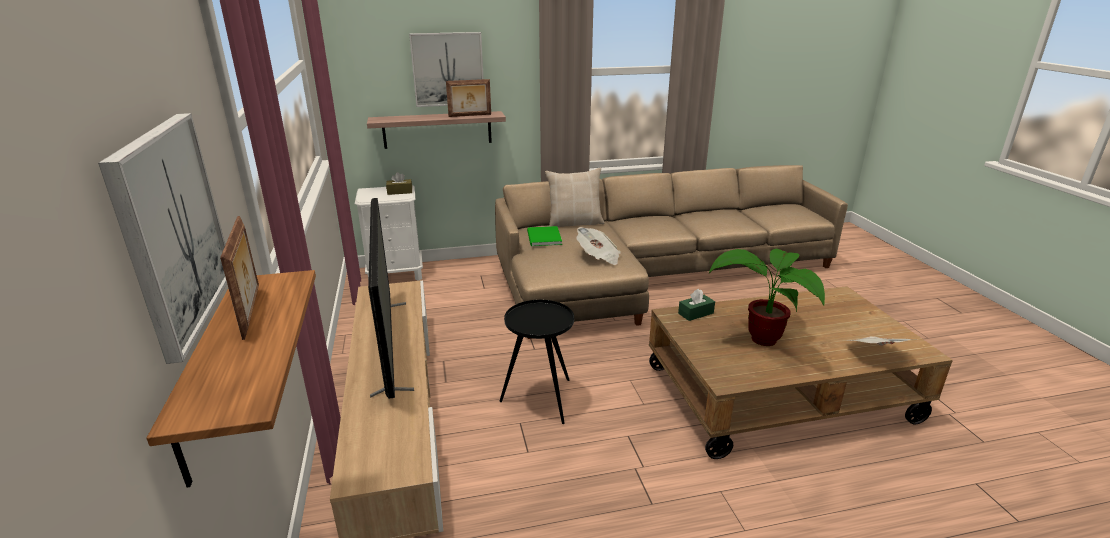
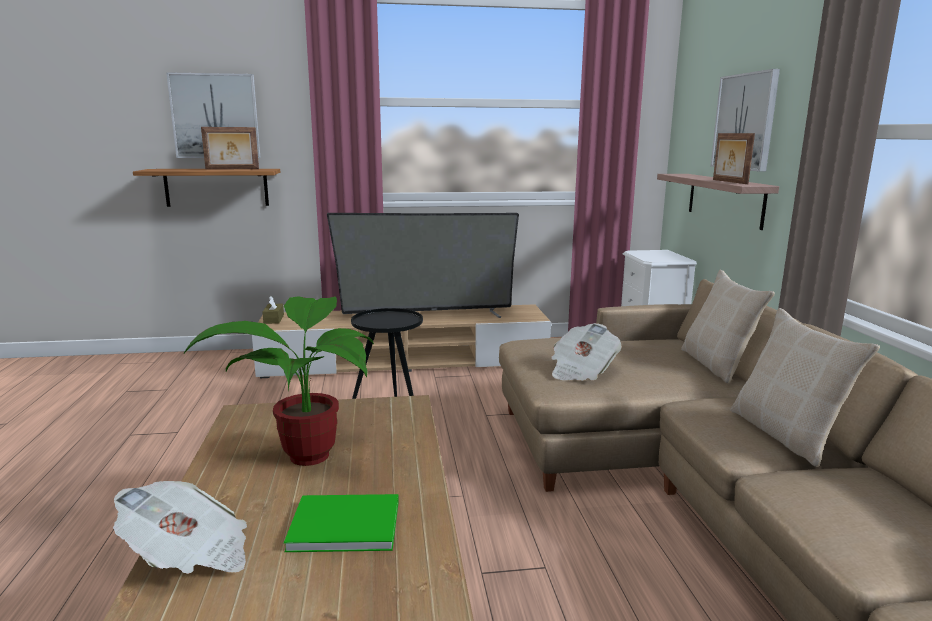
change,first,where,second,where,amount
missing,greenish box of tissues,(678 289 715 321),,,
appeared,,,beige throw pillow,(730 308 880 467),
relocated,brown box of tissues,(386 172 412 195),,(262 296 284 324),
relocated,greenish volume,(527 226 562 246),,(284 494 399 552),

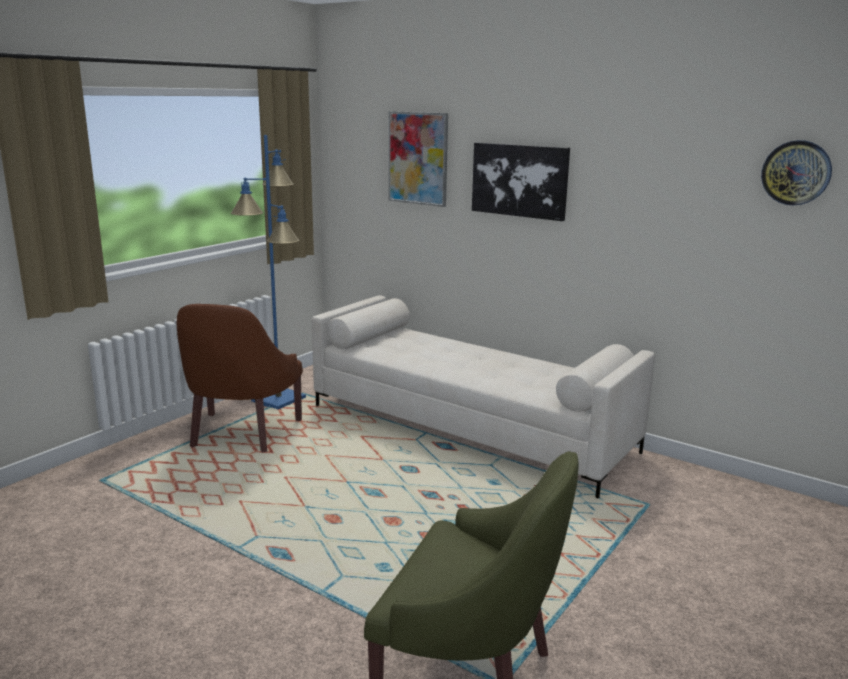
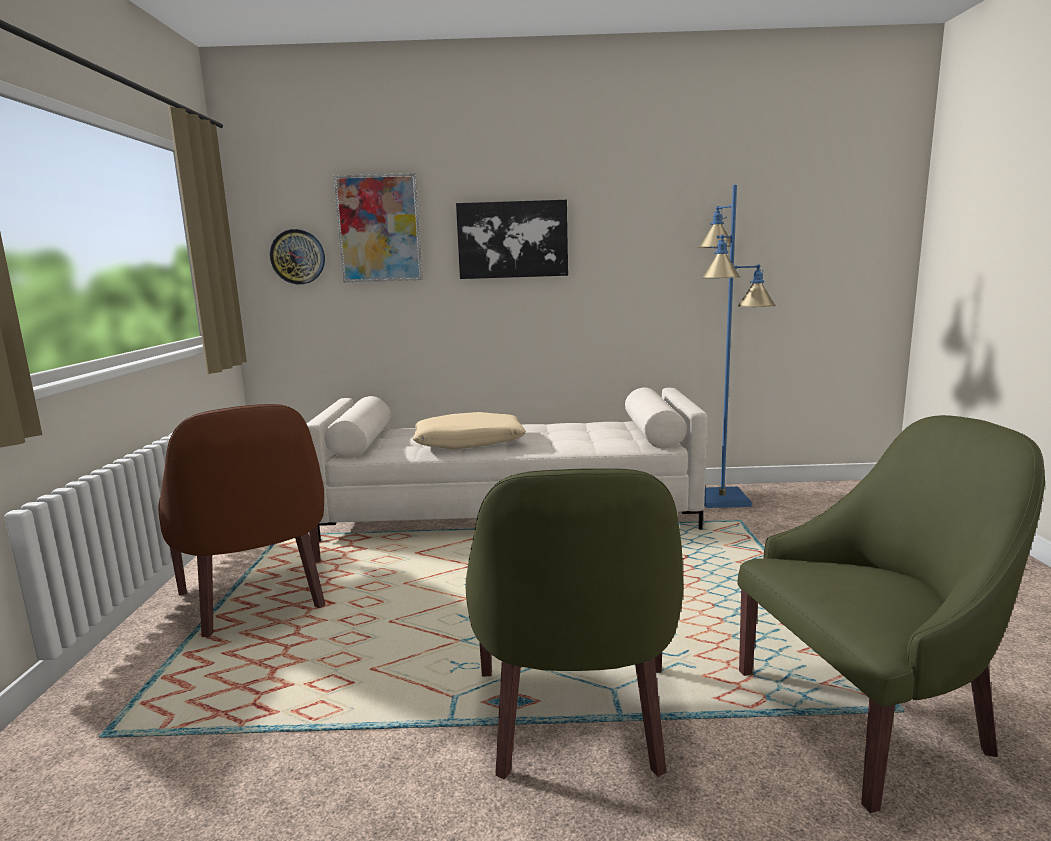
change,first,where,second,where,amount
appeared,,,beige throw pillow,(413 412 526 449),
appeared,,,greenish armchair,(465 468 684 779),
relocated,bluish standard lamp,(231 135 306 409),,(698 185 776 508),
relocated,hanging clock,(761 140 832 205),,(270 229 325 284),

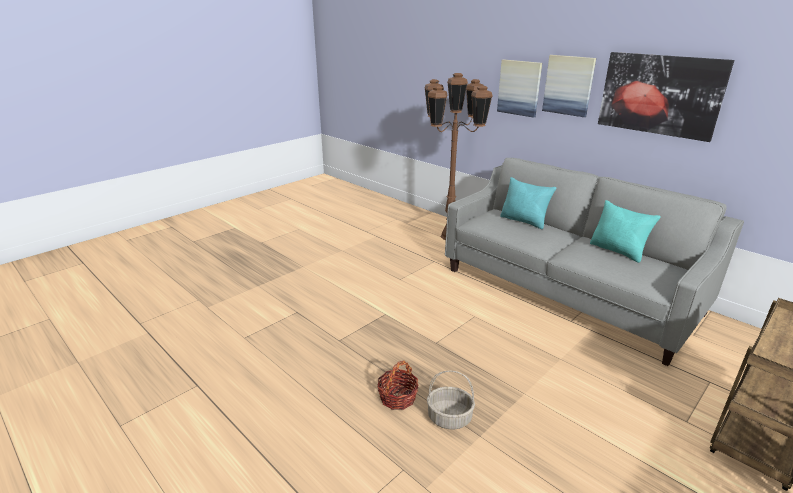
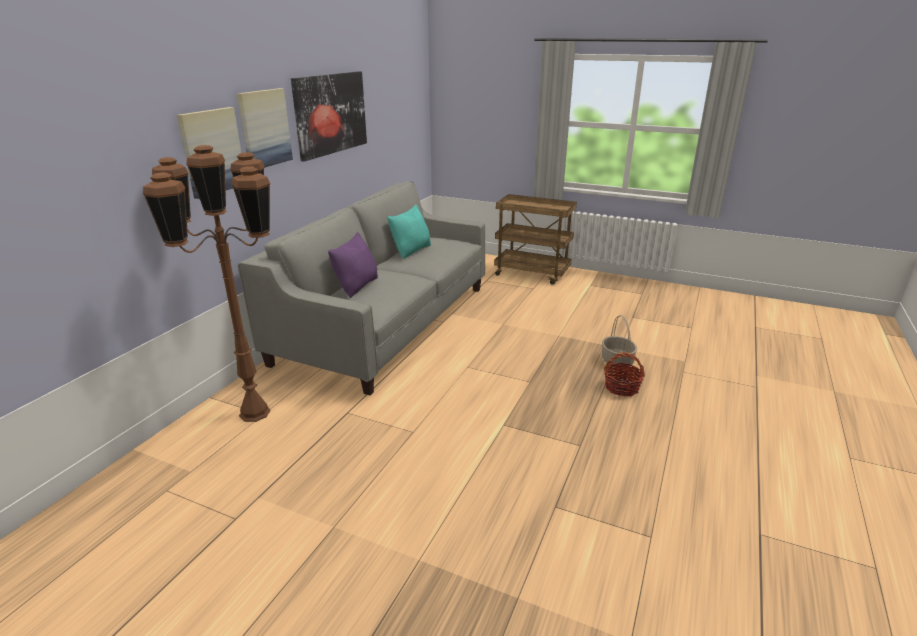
change,first,where,second,where,amount
colour,turquoise throw pillow,(500 177 556 229),purplish throw pillow,(328 232 378 298),

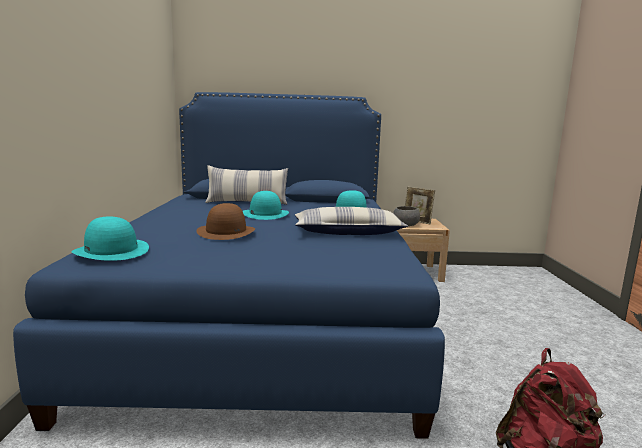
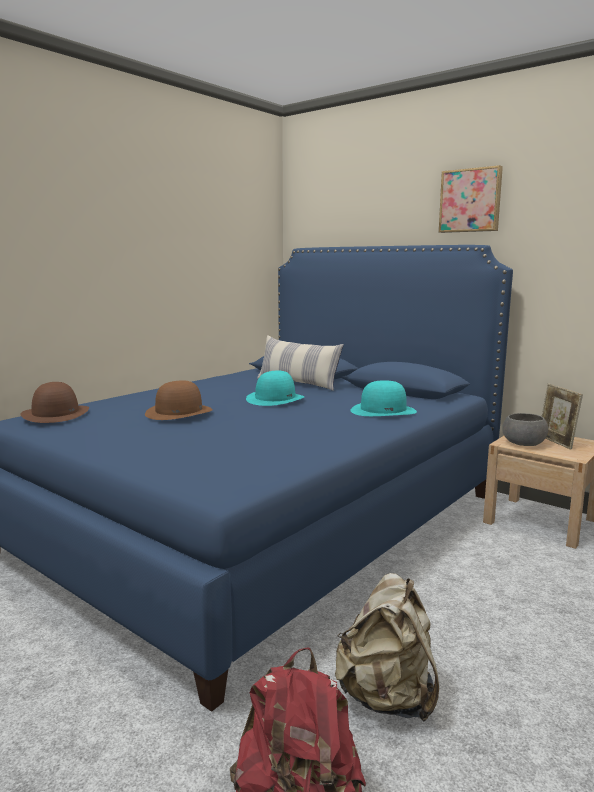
change,first,where,second,where,amount
missing,throw pillow,(295 207 409 235),,,
appeared,,,beige rucksack,(335 573 439 722),
appeared,,,wall picture,(439 165 503 233),
colour,turquoise hat,(72 217 149 261),brown hat,(21 382 89 423),

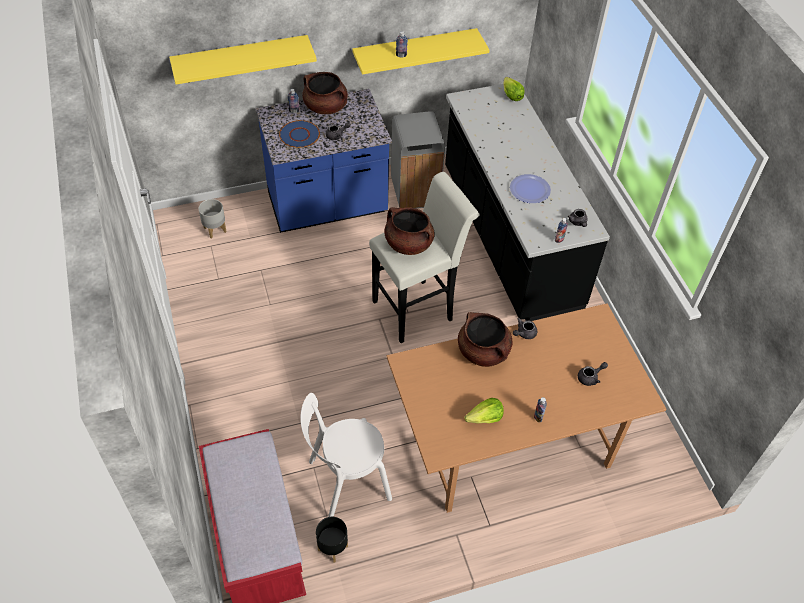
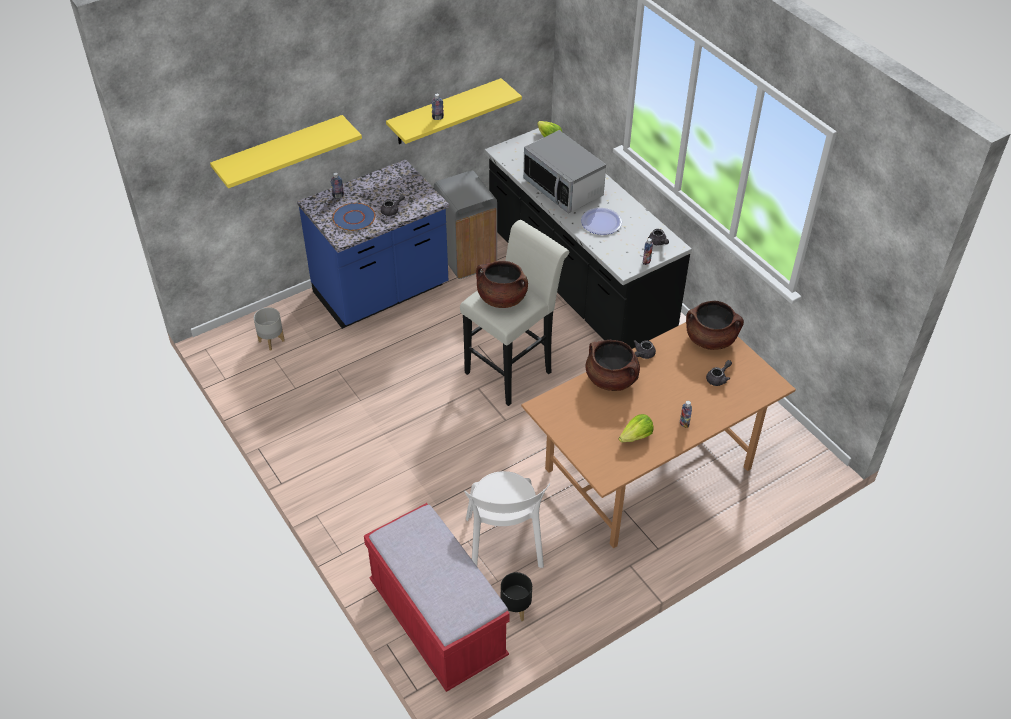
change,first,where,second,where,amount
appeared,,,microwave,(523 130 606 213),
relocated,brown saucepot,(302 72 348 114),,(686 301 744 350),
spun,white upright chair,(300 393 392 517),,(464 471 550 568),60 degrees counterclockwise

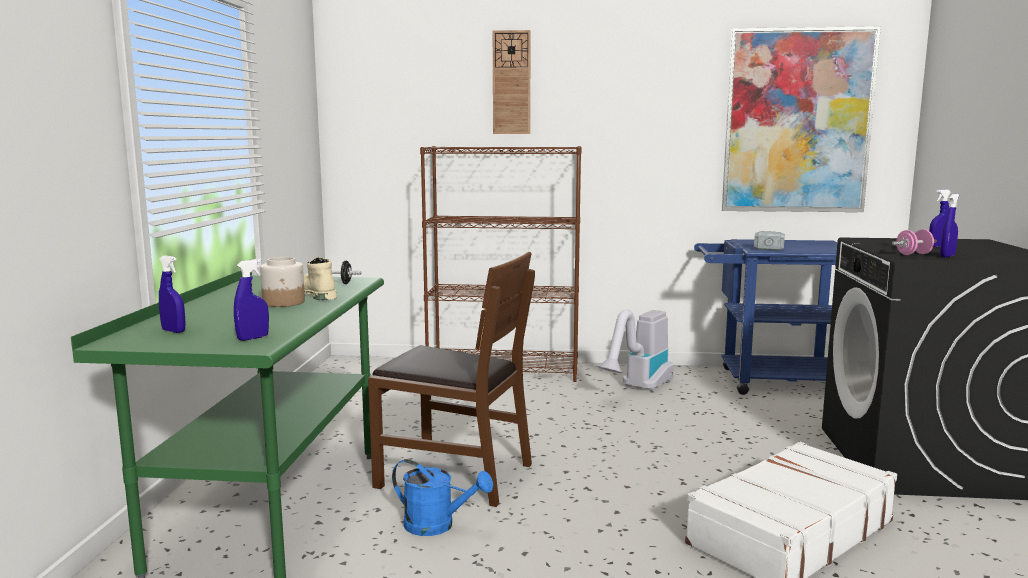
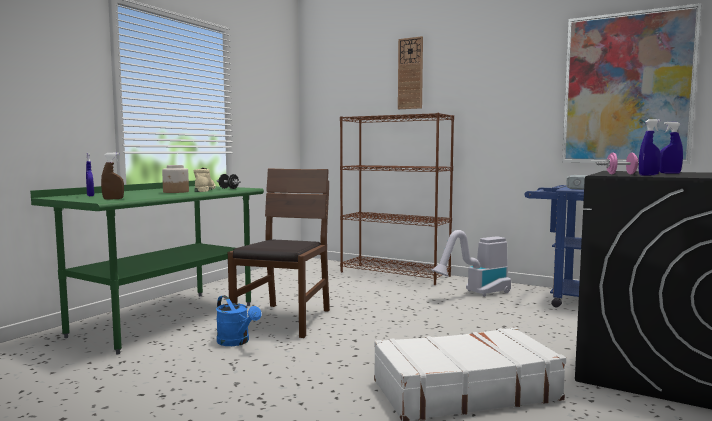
change,first,where,second,where,amount
colour,bluish spray bottle,(234 259 269 341),brown spray bottle,(101 153 124 200),
spun,brown upright chair,(368 252 535 507),,(228 168 330 338),120 degrees counterclockwise

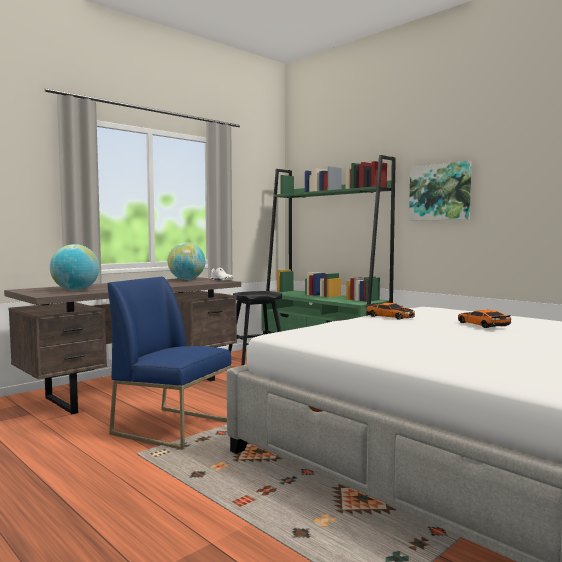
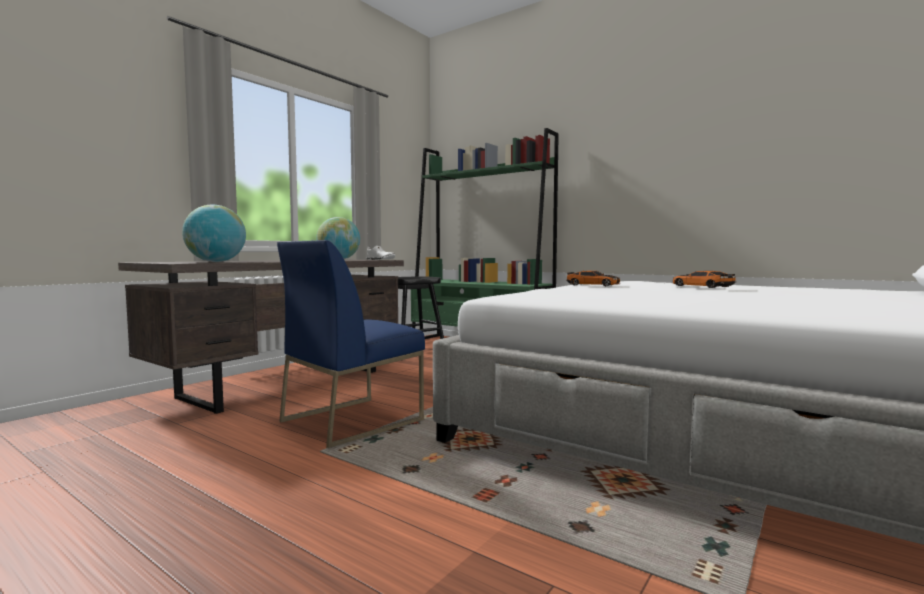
change,first,where,second,where,amount
missing,wall picture,(409 161 472 221),,,
spun,bluish upright chair,(107 277 231 450),,(277 240 425 448),60 degrees counterclockwise

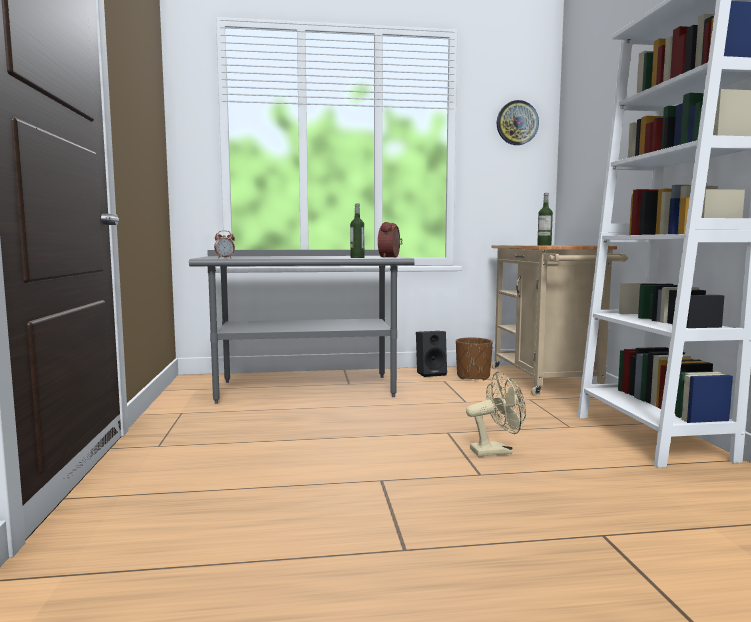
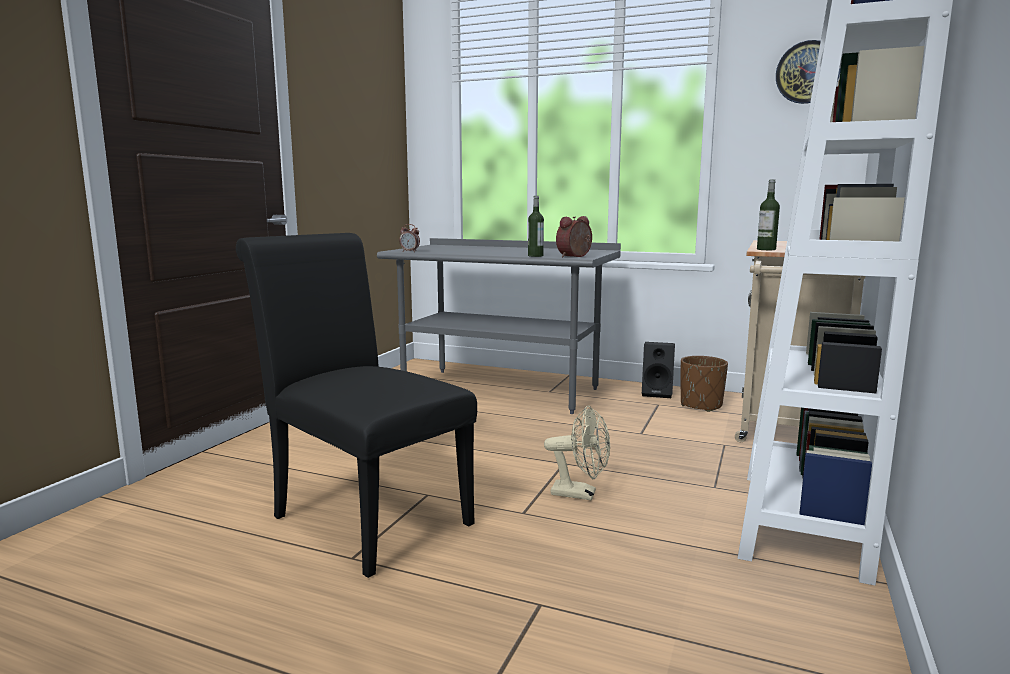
change,first,where,second,where,amount
appeared,,,black upright chair,(236 233 477 578),

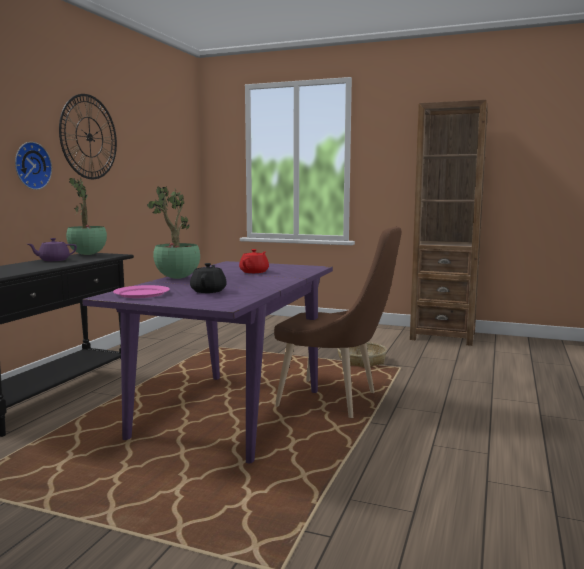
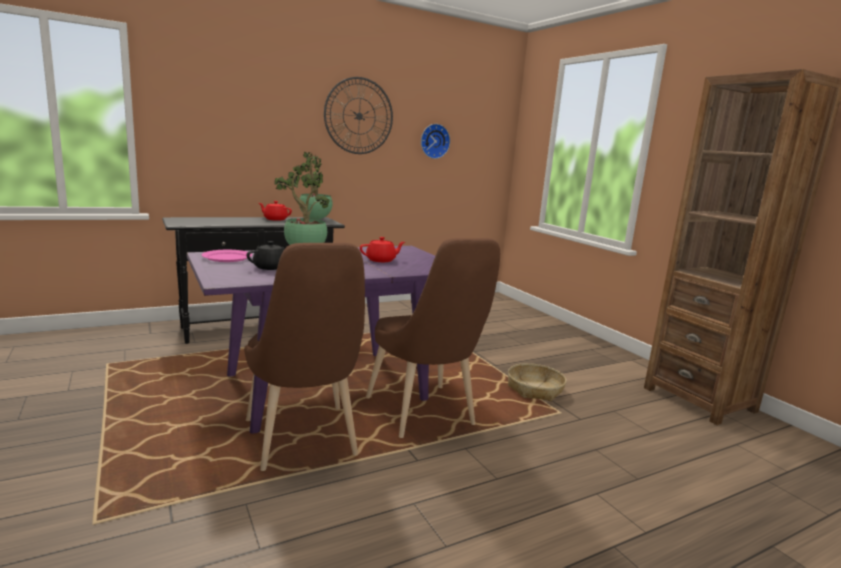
change,first,where,second,where,amount
appeared,,,brown upright chair,(244 243 365 471),
relocated,hanging clock,(15 142 52 190),,(421 124 450 159),
colour,purplish teapot,(28 238 77 261),red-coloured teapot,(259 201 292 221),

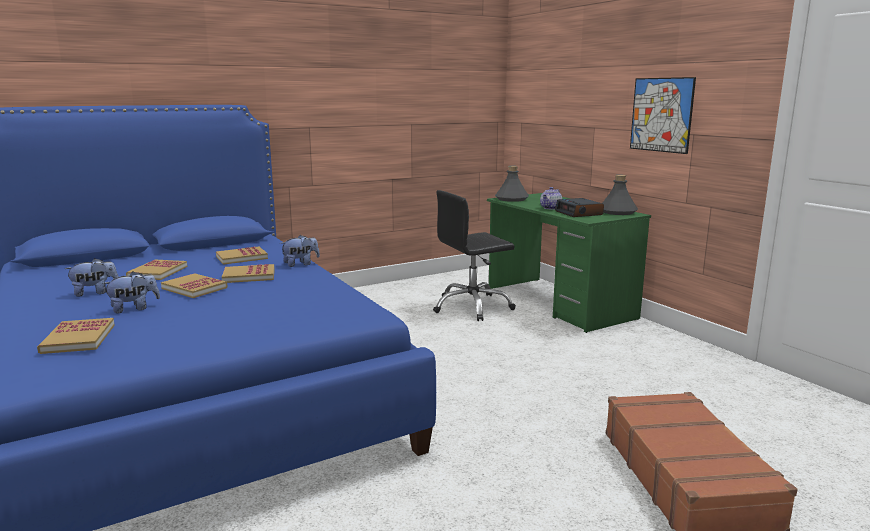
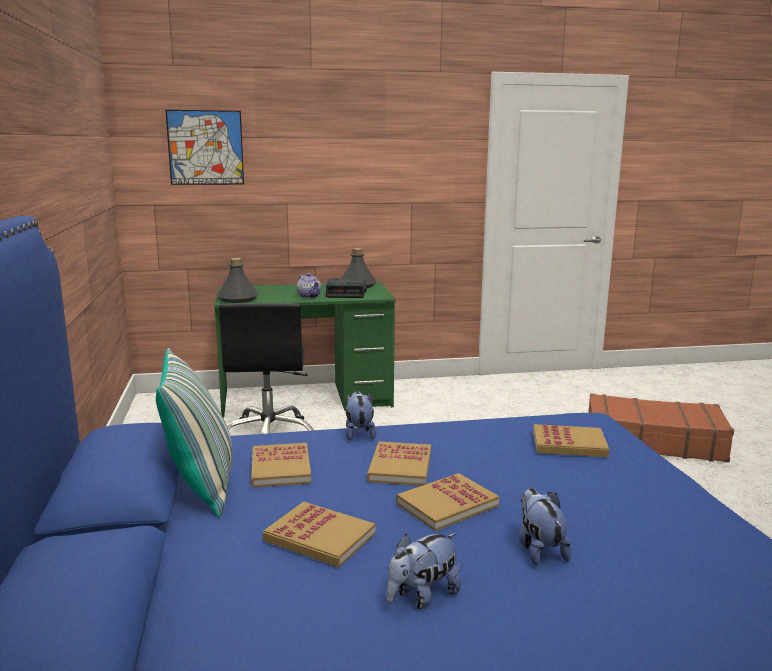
change,first,where,second,where,amount
appeared,,,throw pillow,(156 348 233 517),
relocated,volume,(37 318 115 354),,(533 424 609 457),
relocated,wall picture,(630 77 696 154),,(165 110 244 185),
spun,soft toy,(65 258 119 296),,(387 533 461 609),120 degrees counterclockwise

